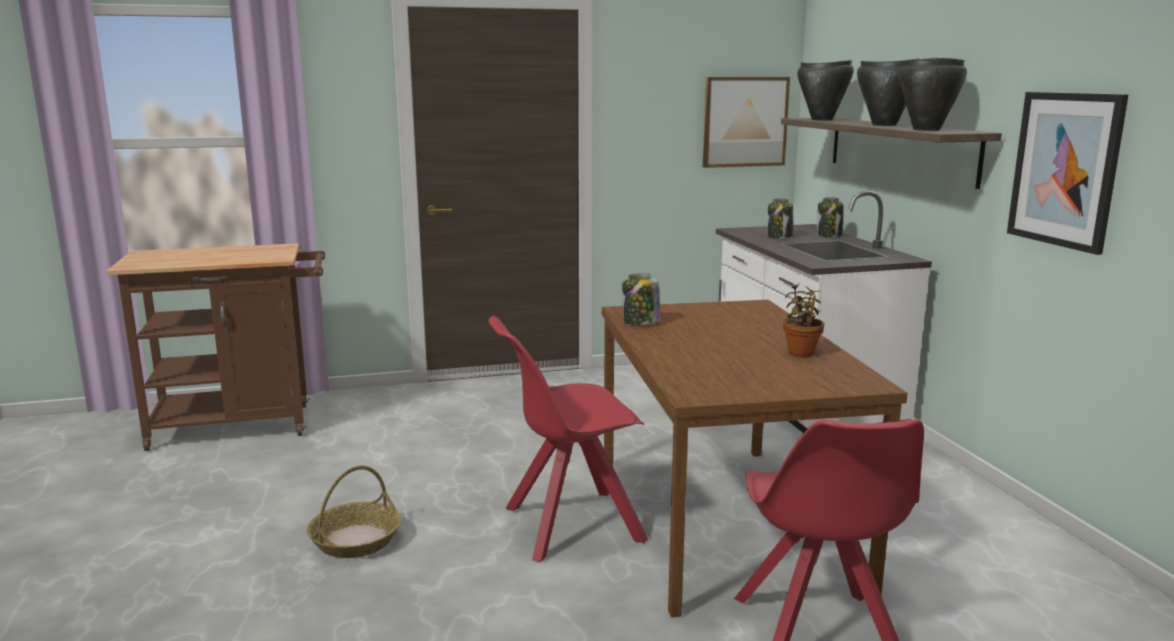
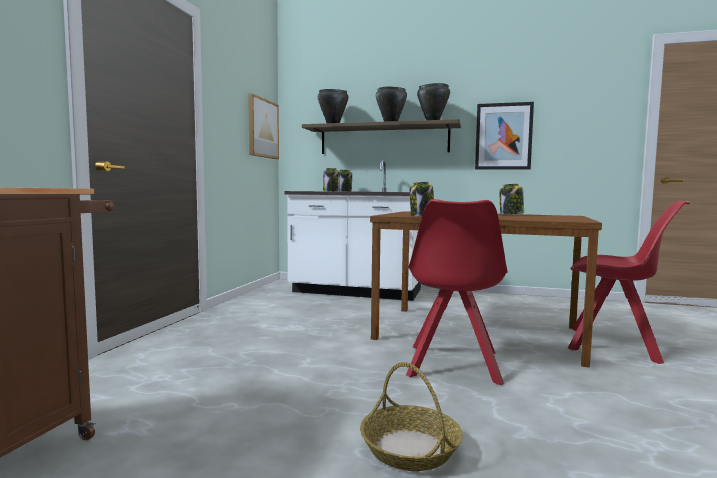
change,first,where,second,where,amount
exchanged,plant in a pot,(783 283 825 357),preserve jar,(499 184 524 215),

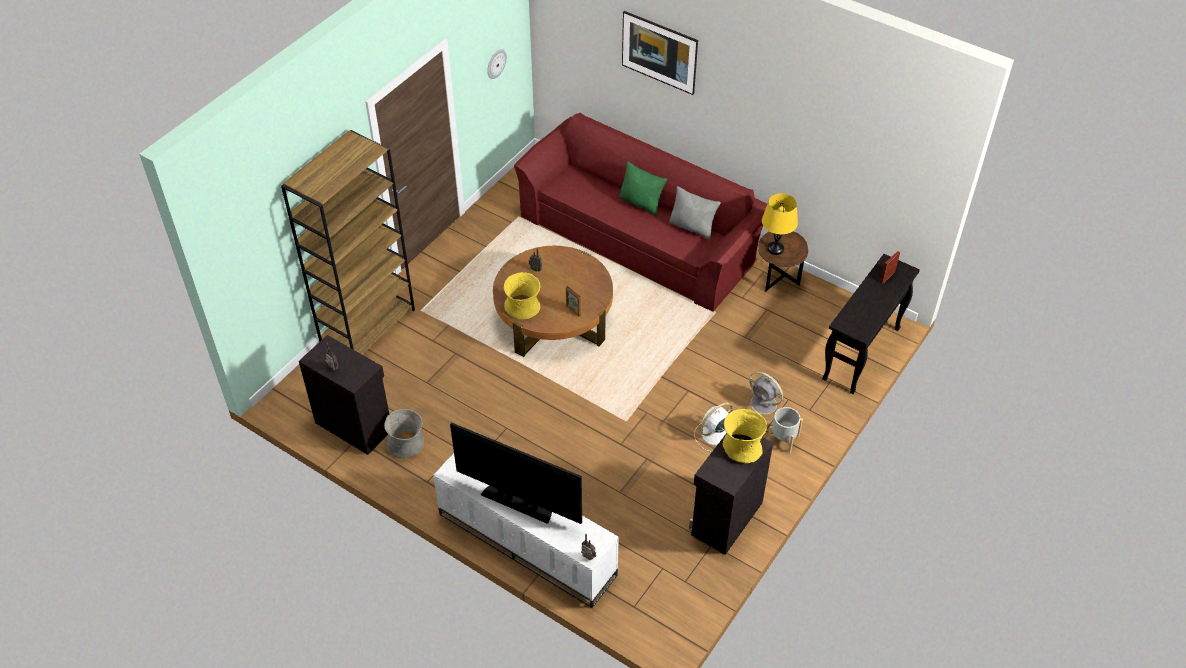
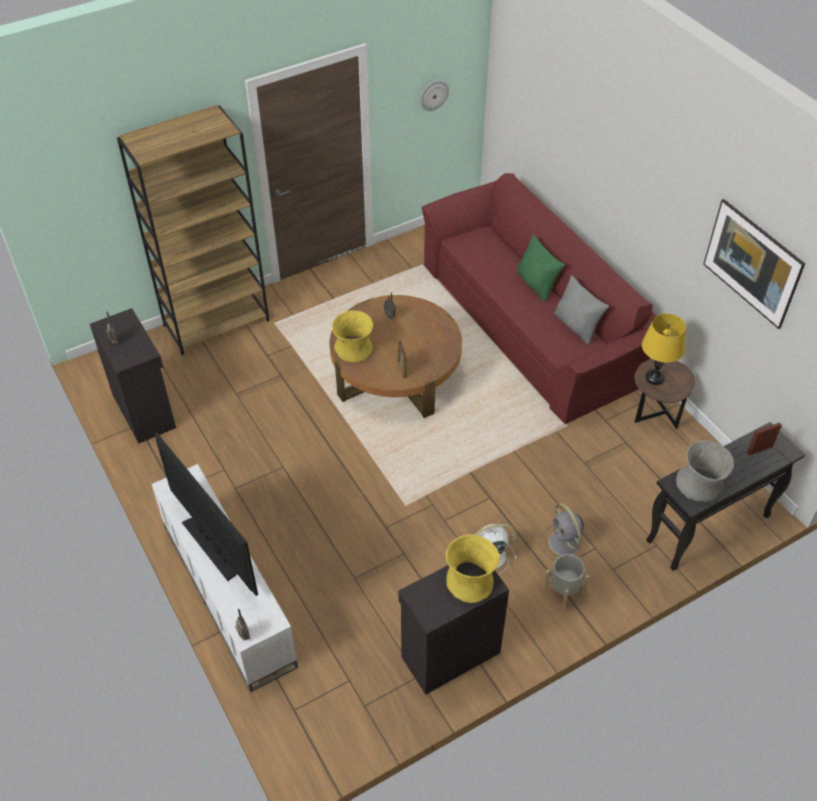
change,first,where,second,where,amount
relocated,greyish vase,(384 409 424 458),,(676 440 734 502),
relocated,wall picture,(622 11 698 95),,(703 199 805 329),

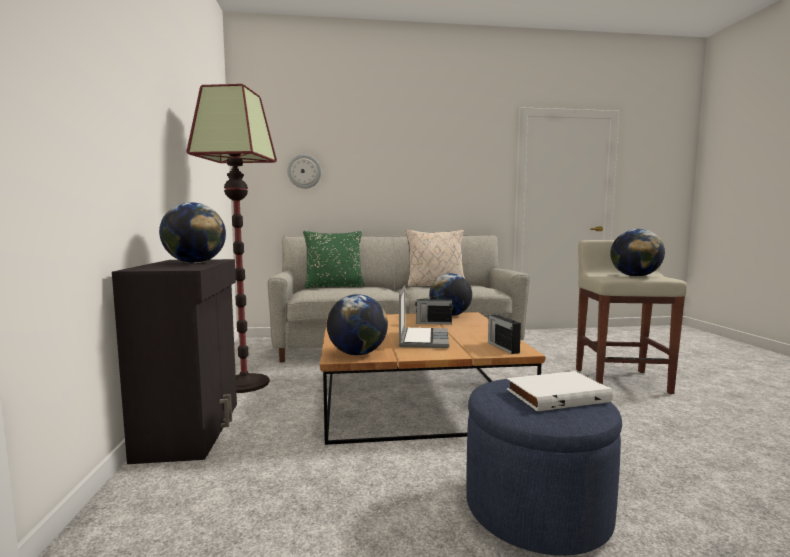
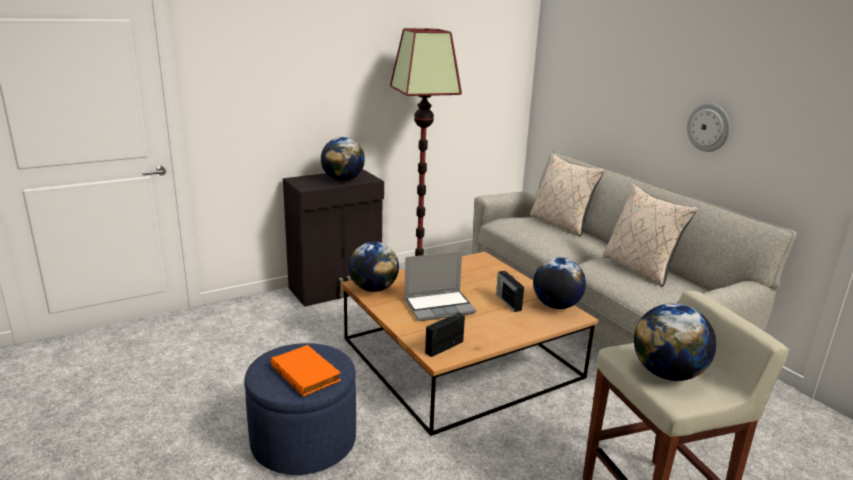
change,first,where,second,where,amount
relocated,hanging clock,(287 154 321 189),,(687 103 730 152),
colour,greenish throw pillow,(303 231 365 289),beige throw pillow,(530 153 605 236),
colour,white volume,(507 371 613 411),orange volume,(271 345 341 397),

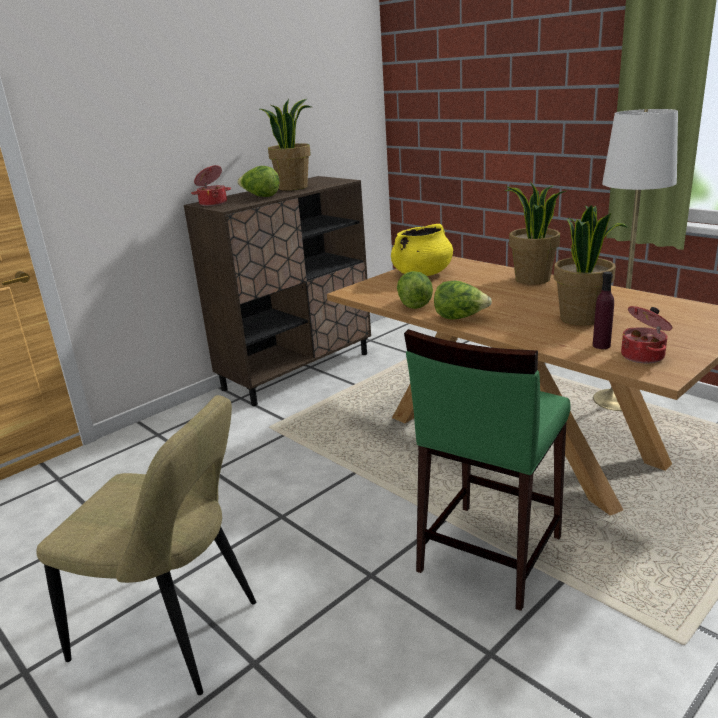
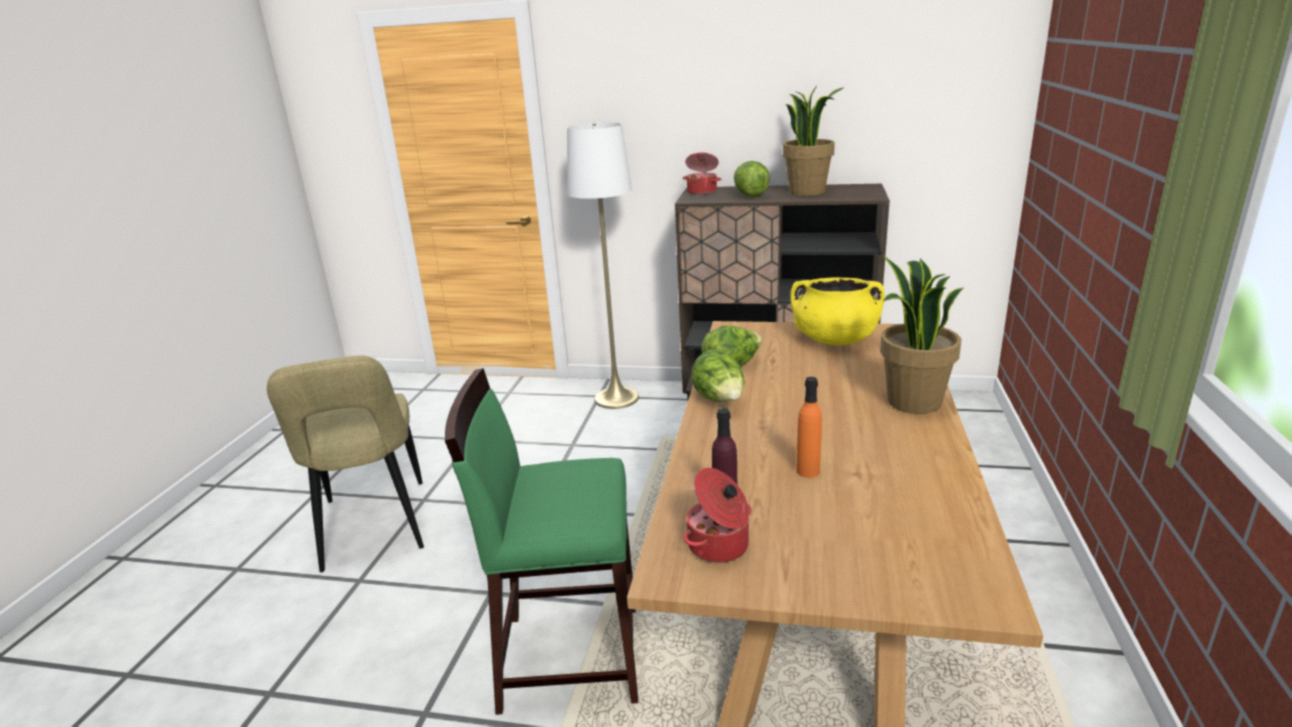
change,first,where,second,where,amount
relocated,white standard lamp,(593 109 678 411),,(567 122 639 409),
exchanged,plant in a pot,(554 205 628 325),orange bottle,(797 377 822 478),

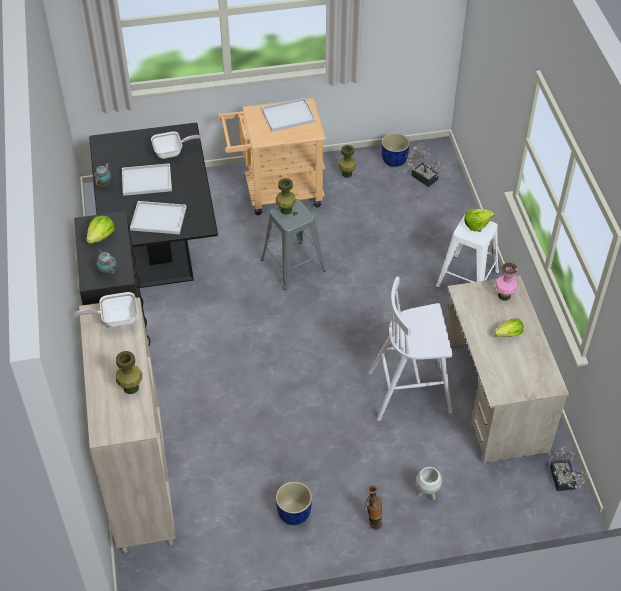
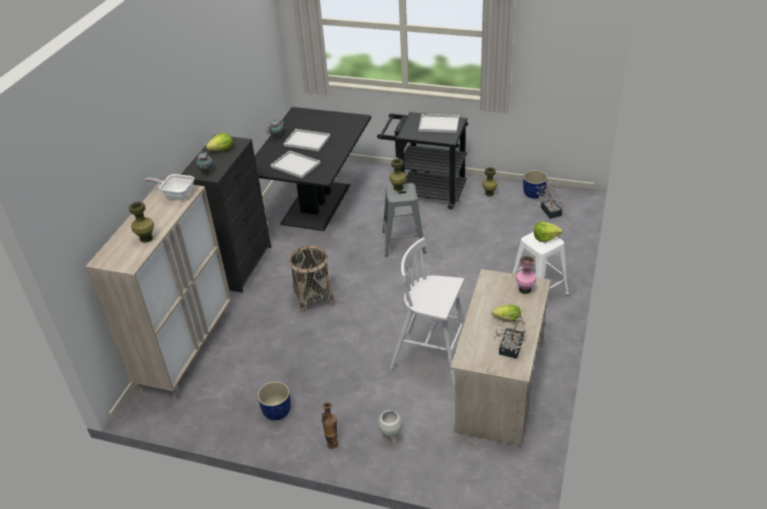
change,first,where,second,where,amount
missing,skillet,(151 132 201 159),,,
appeared,,,household basket,(289 245 334 313),
relocated,plant in a pot,(548 446 589 492),,(494 313 528 359),
colour,beige trolley,(218 98 326 215),black trolley,(377 112 468 209),

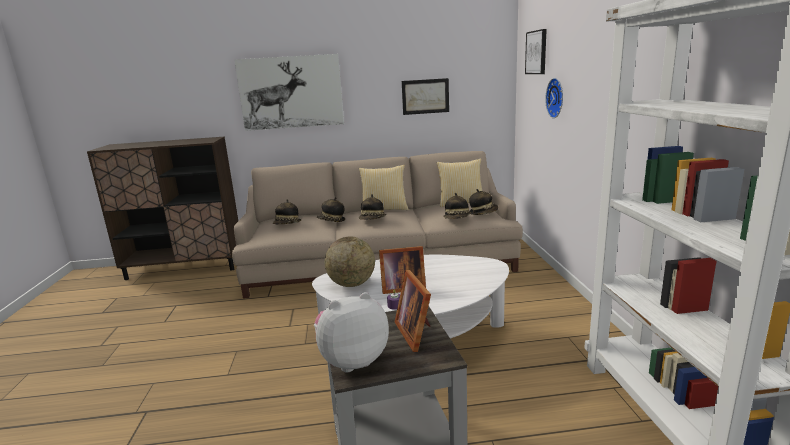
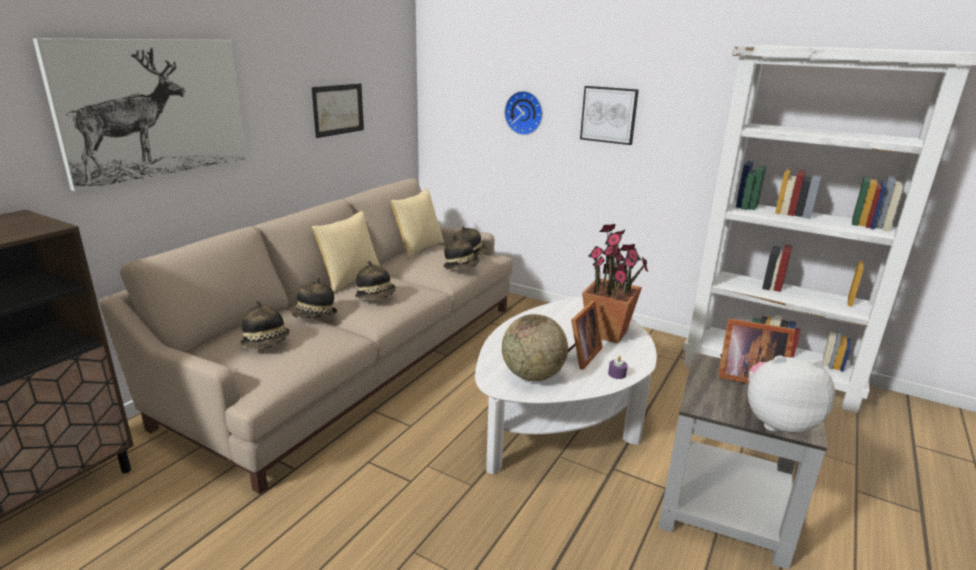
change,first,where,second,where,amount
appeared,,,plant in a pot,(582 224 648 344),
relocated,wall picture,(525 29 547 74),,(580 86 639 145),
spun,soft toy,(314 292 389 372),,(747 355 835 434),90 degrees clockwise

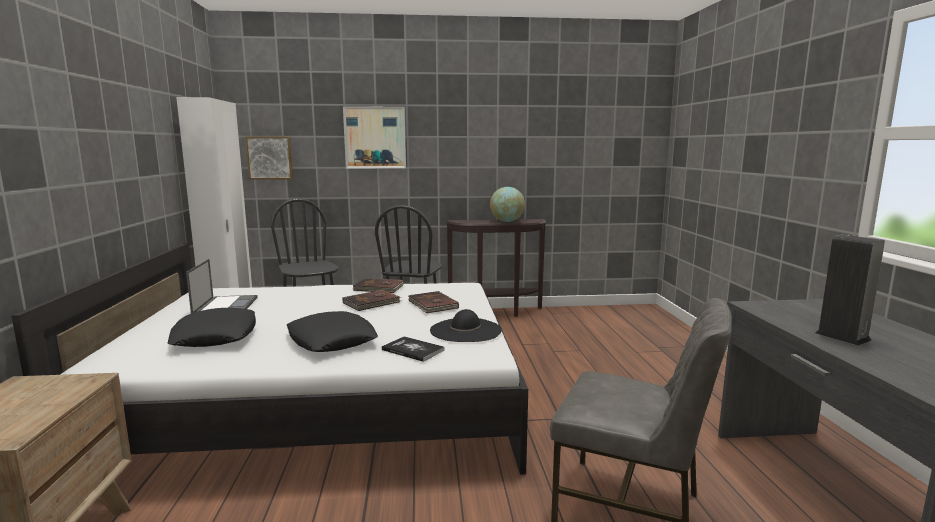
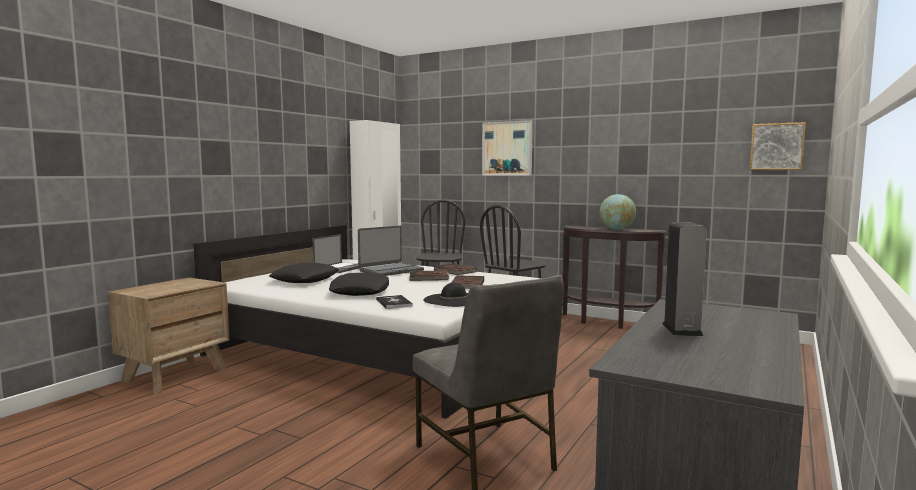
change,first,where,second,where,amount
appeared,,,portable computer,(358 226 424 276),
relocated,wall picture,(245 137 293 180),,(750 122 806 170),

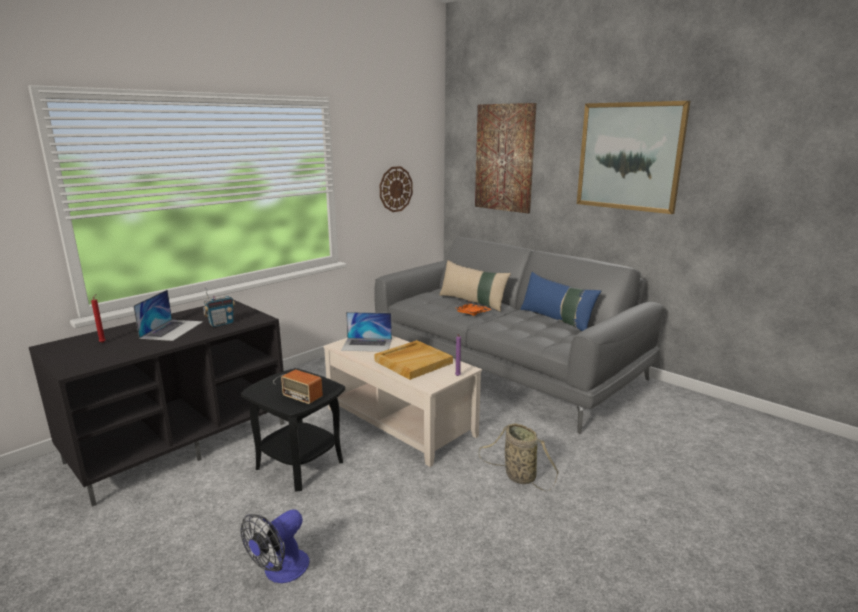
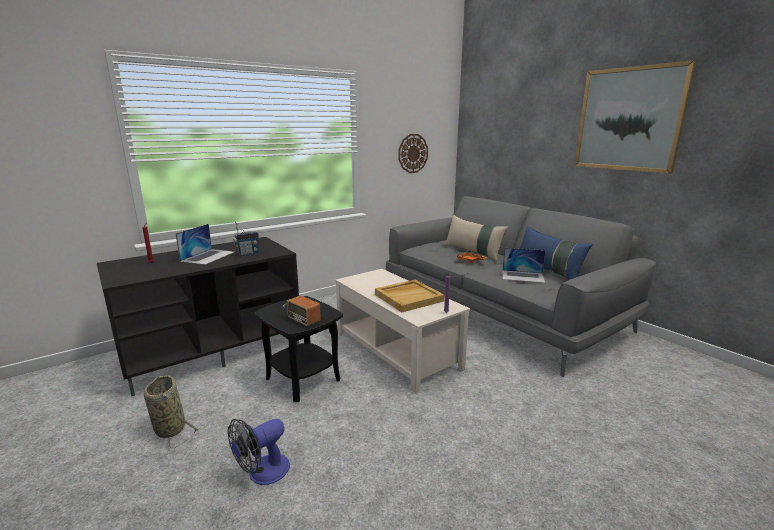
change,first,where,second,where,amount
missing,wall picture,(475 103 536 213),,,
relocated,portable computer,(341 312 392 352),,(502 248 545 283),
relocated,household basket,(479 423 559 491),,(144 375 198 448),

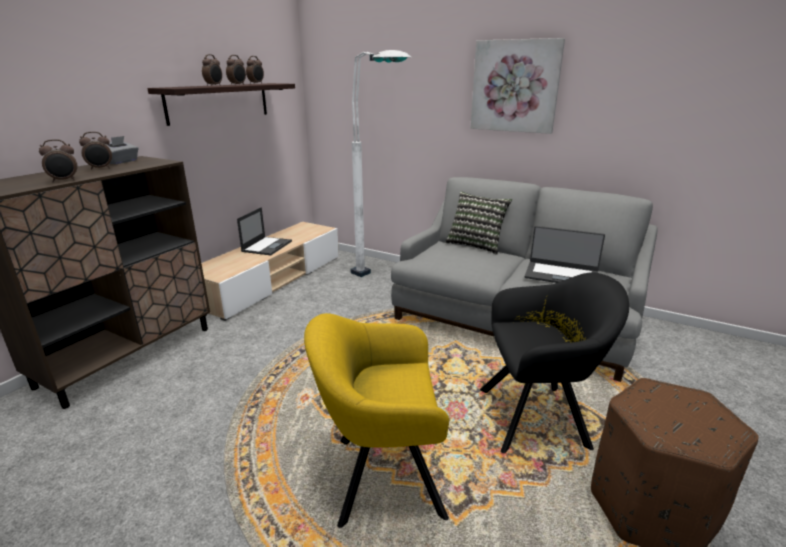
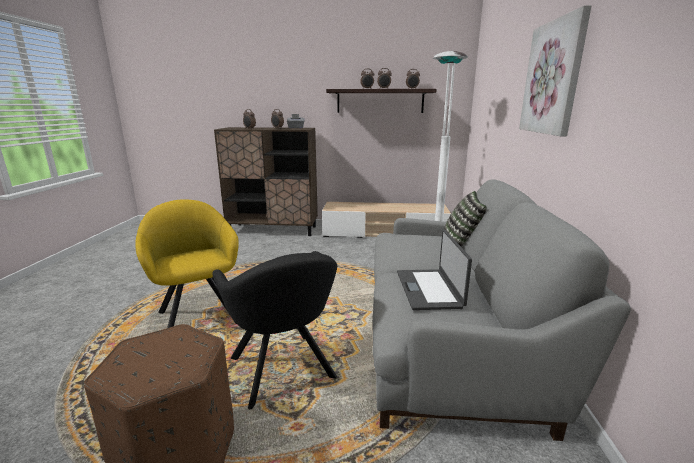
change,first,where,second,where,amount
missing,portable computer,(237 207 292 256),,,

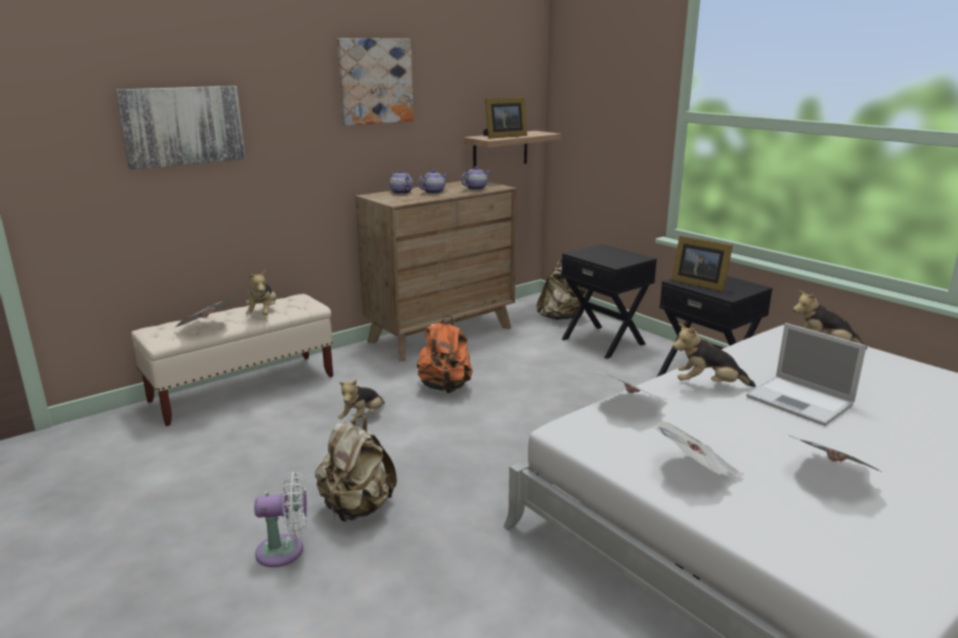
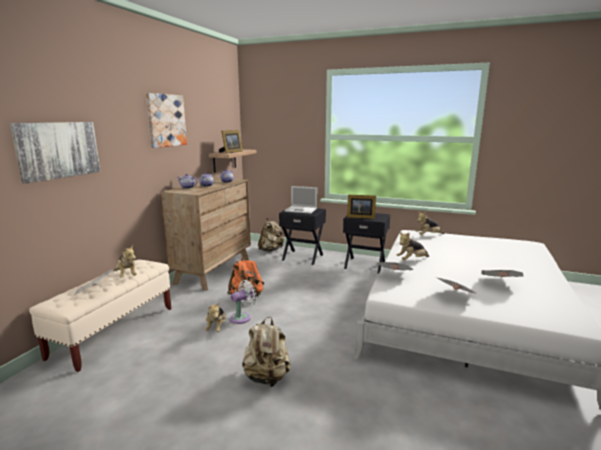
change,first,where,second,where,amount
relocated,white fan,(254 472 307 567),,(230 280 257 324),
relocated,portable computer,(746 323 866 426),,(284 186 317 214),

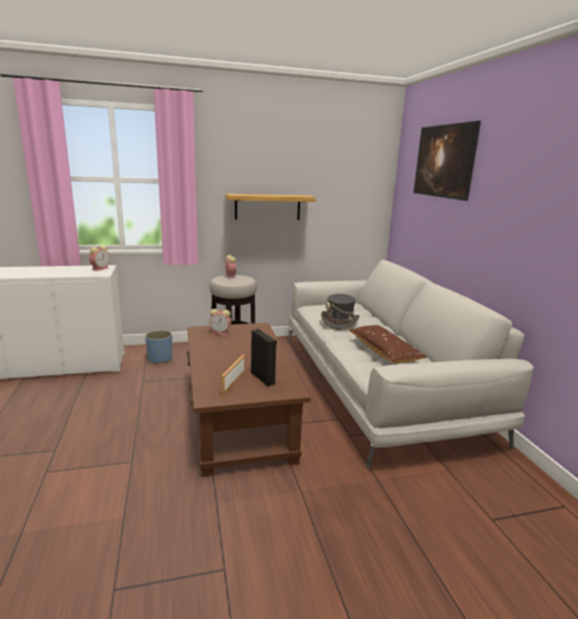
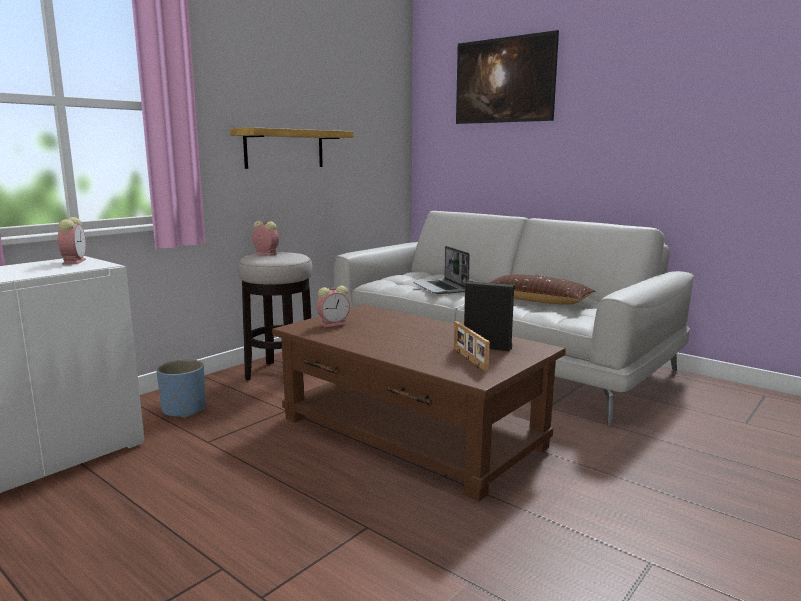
change,first,where,second,where,amount
exchanged,greyish hat,(321 294 359 330),portable computer,(413 246 470 294),

